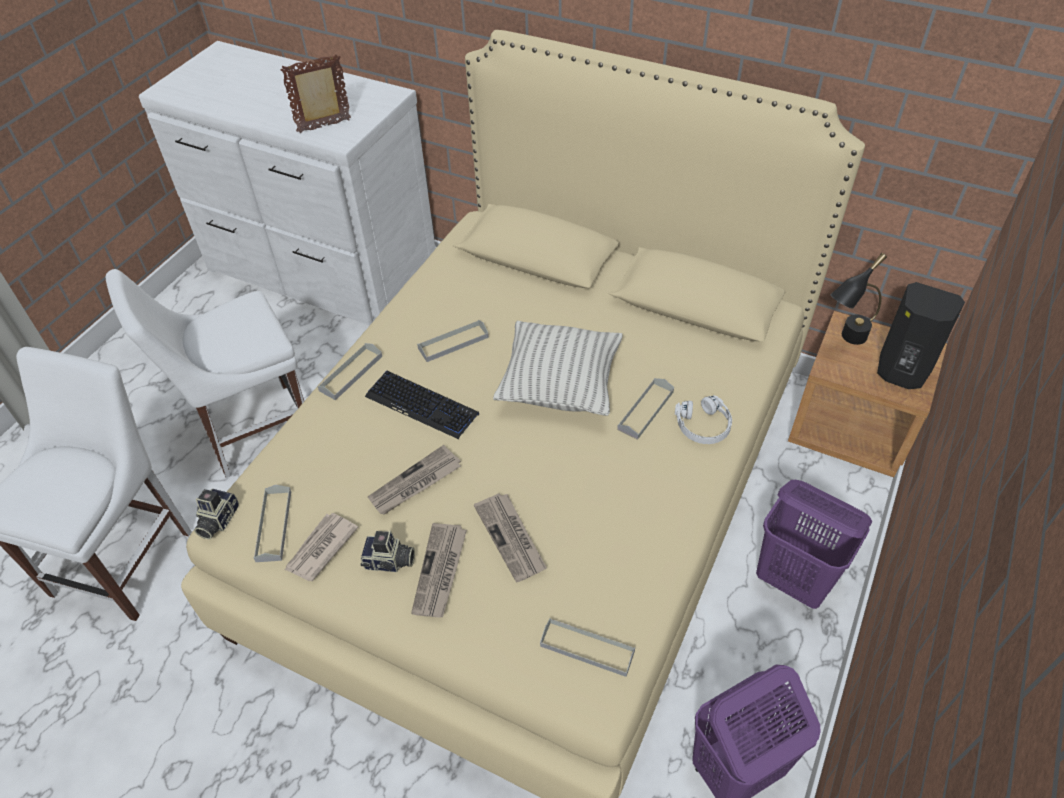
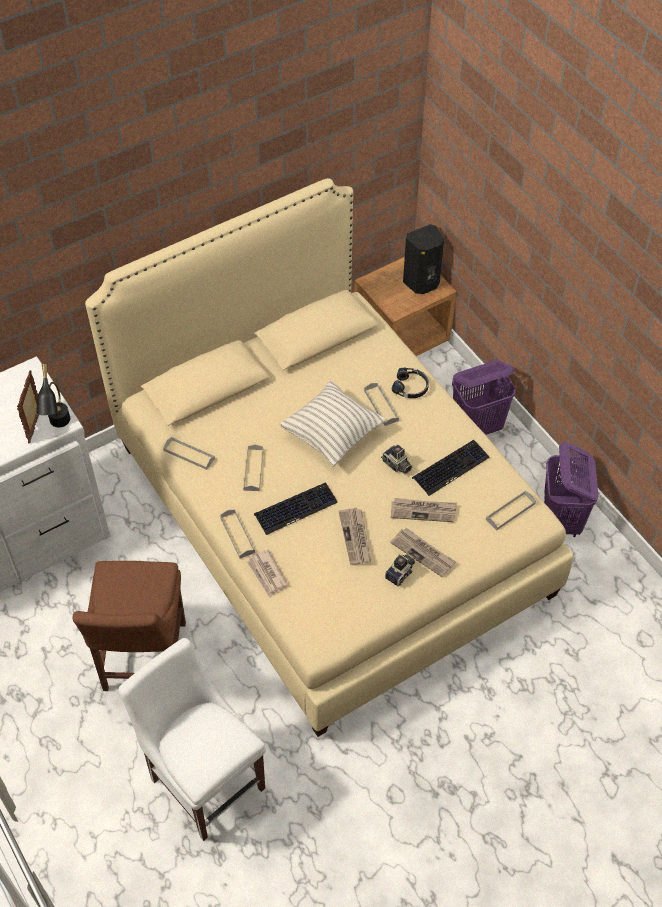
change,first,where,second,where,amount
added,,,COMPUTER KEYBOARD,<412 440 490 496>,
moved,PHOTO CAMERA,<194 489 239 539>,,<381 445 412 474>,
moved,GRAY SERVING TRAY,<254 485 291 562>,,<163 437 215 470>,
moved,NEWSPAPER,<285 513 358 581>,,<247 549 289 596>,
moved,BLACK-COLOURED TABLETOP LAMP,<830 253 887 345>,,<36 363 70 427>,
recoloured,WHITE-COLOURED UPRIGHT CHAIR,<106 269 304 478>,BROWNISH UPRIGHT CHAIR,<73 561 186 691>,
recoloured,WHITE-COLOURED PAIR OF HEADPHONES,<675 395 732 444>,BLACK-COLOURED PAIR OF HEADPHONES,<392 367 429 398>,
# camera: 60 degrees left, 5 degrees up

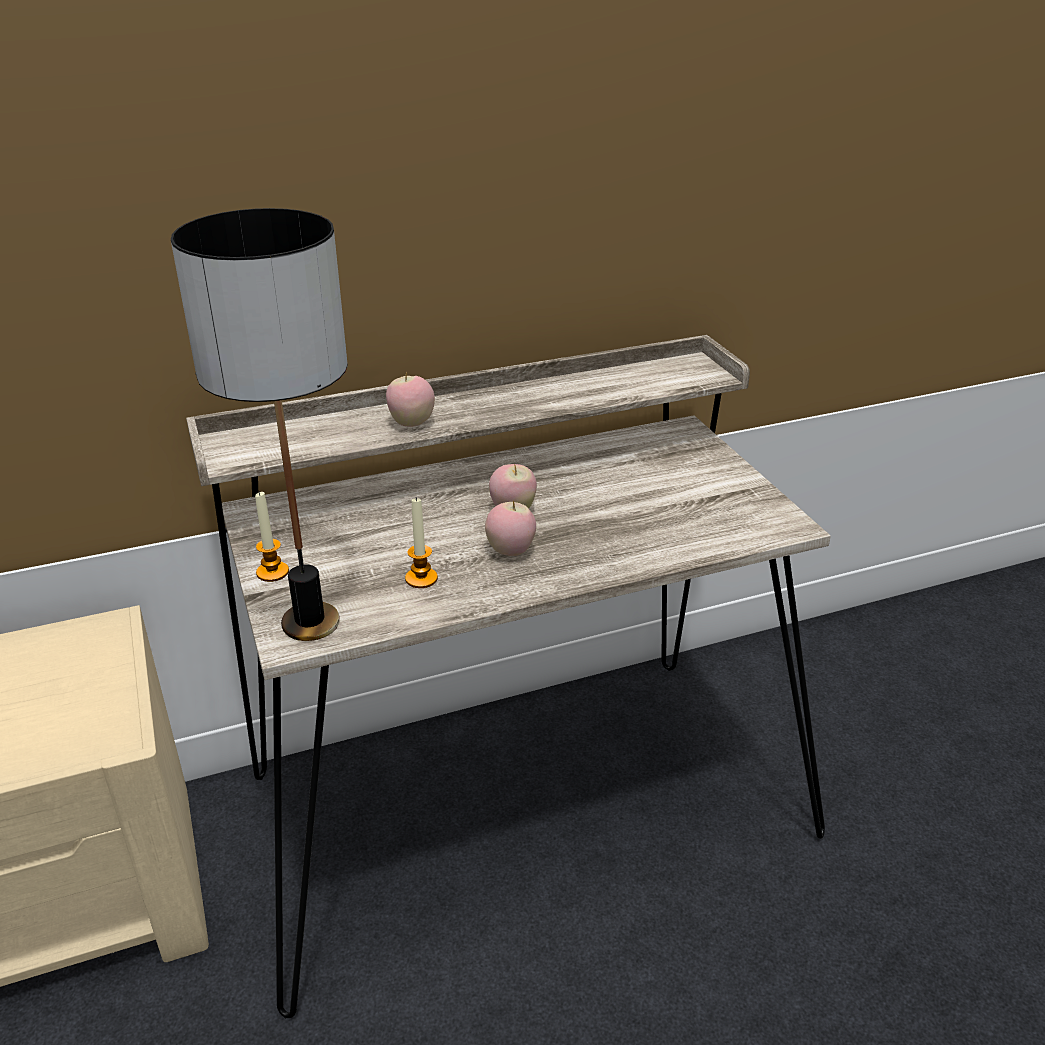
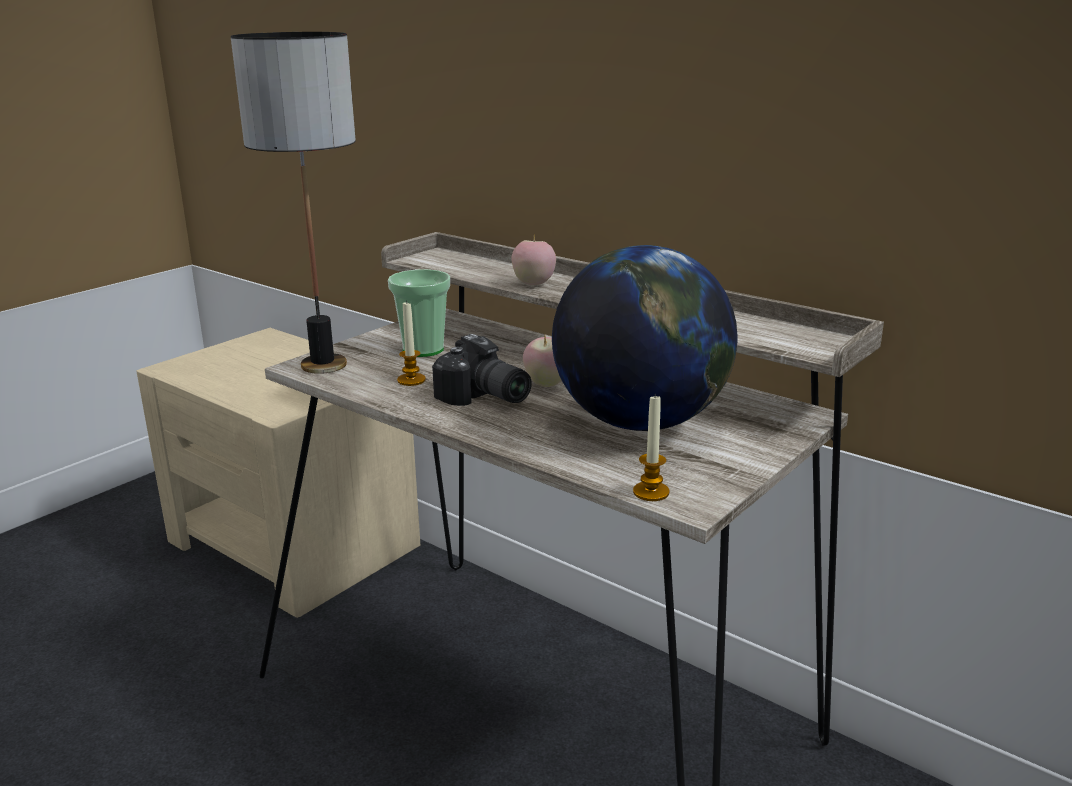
change,first,where,second,where,amount
added,,,DRINKING CUP,<388 269 450 357>,
added,,,GLOBE,<552 245 737 431>,
moved,CANDLE,<255 491 289 582>,,<633 393 669 501>,
replaced,APPLE FRUIT,<485 500 536 556>,PHOTO CAMERA,<432 334 532 406>,
# camera: 60 degrees right, 10 degrees down

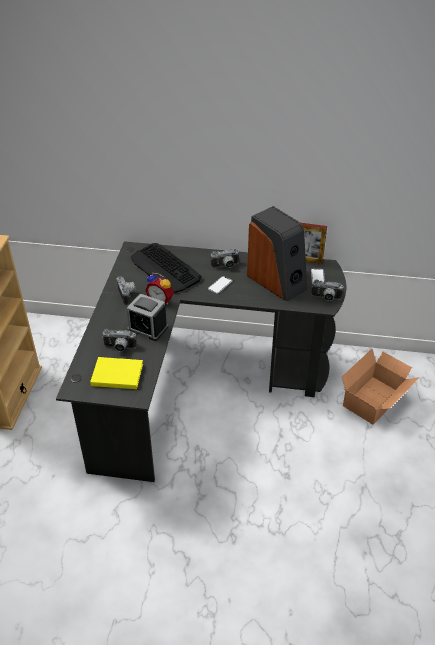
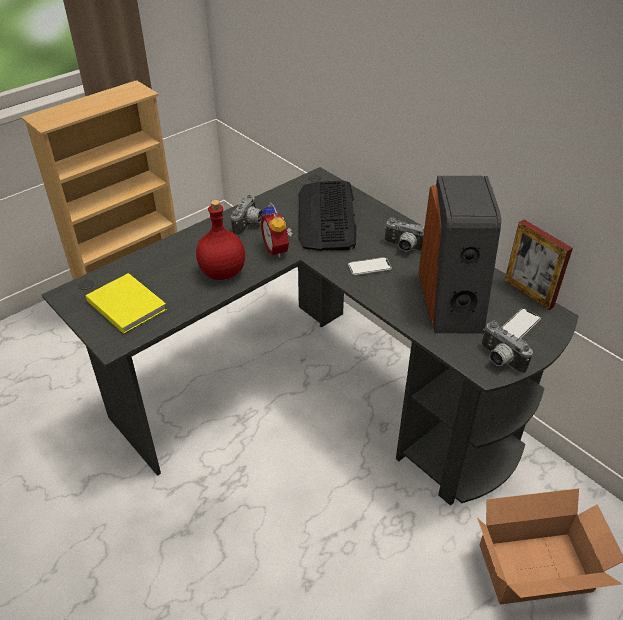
change,first,where,second,where,amount
removed,PHOTO CAMERA,<102 329 137 352>,,,
replaced,TABLE CLOCK,<127 293 168 341>,RED BOTTLE,<196 200 245 280>,
# camera: 40 degrees right, 0 degrees up

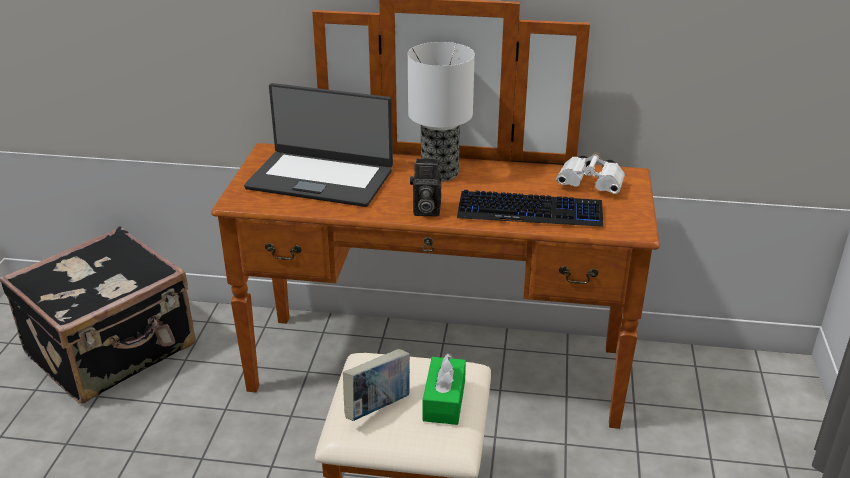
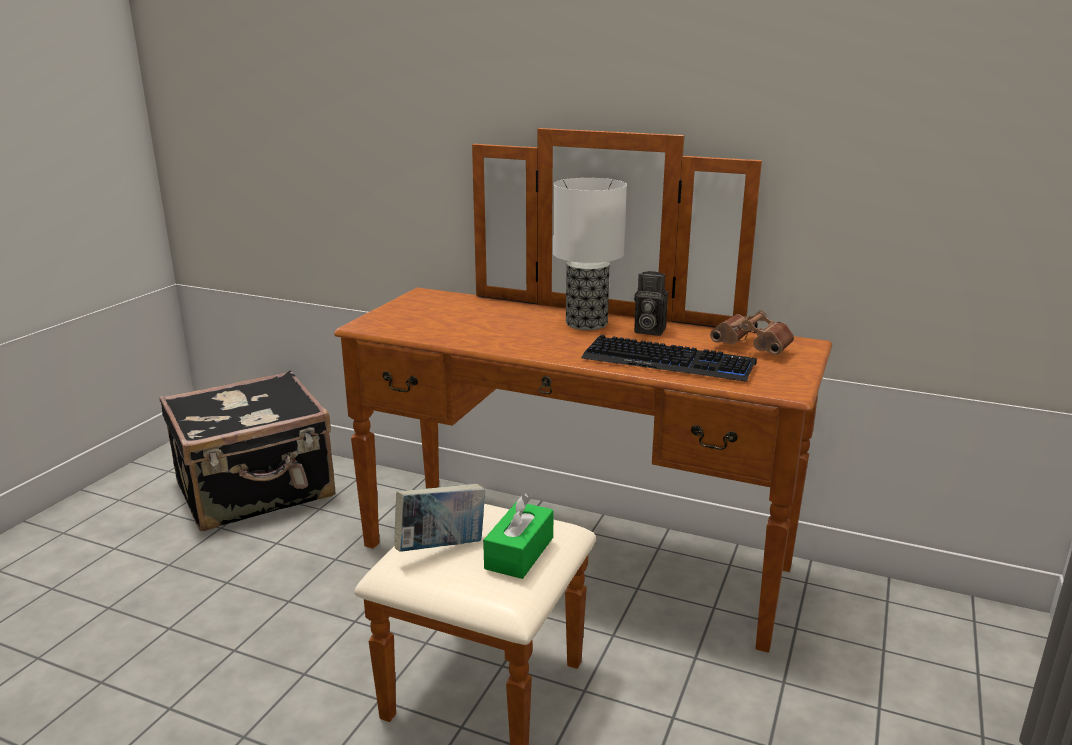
change,first,where,second,where,amount
removed,PORTABLE COMPUTER,<244 83 393 207>,,,
moved,PHOTO CAMERA,<410 158 441 217>,,<634 271 668 336>,
recoloured,WHITE-COLOURED FIELD GLASSES,<556 153 625 194>,BROWNISH FIELD GLASSES,<710 310 794 355>,
# camera: 15 degrees right, 10 degrees down

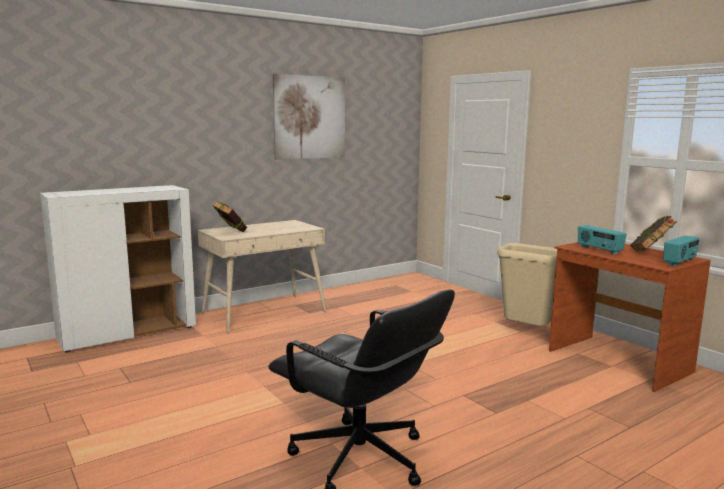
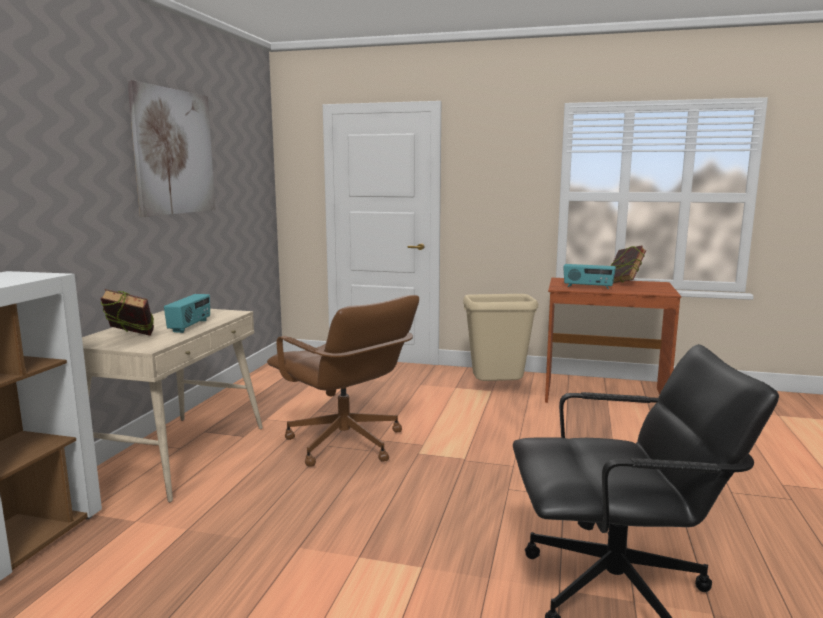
change,first,where,second,where,amount
added,,,BROWNISH COMPUTER CHAIR,<267 295 419 466>,
moved,RADIO SET,<663 235 700 266>,,<164 294 210 333>,
# camera: 40 degrees left, 0 degrees up

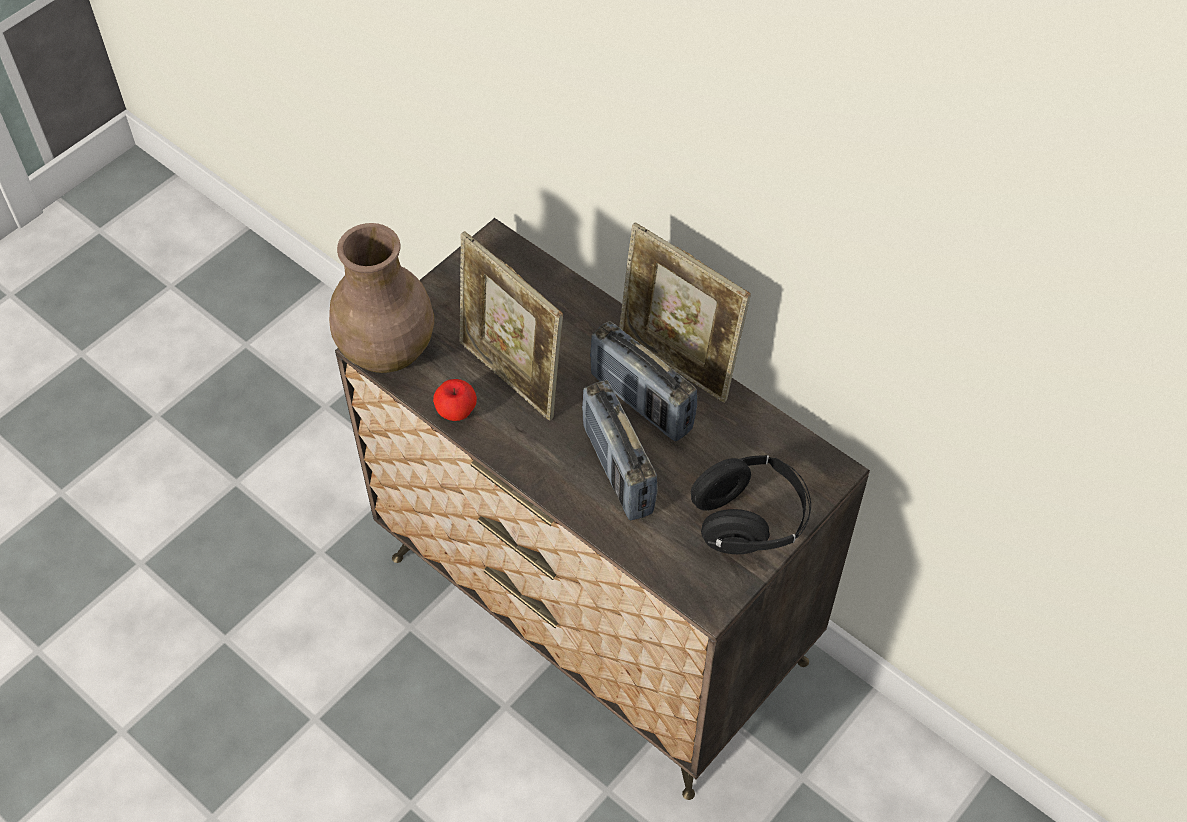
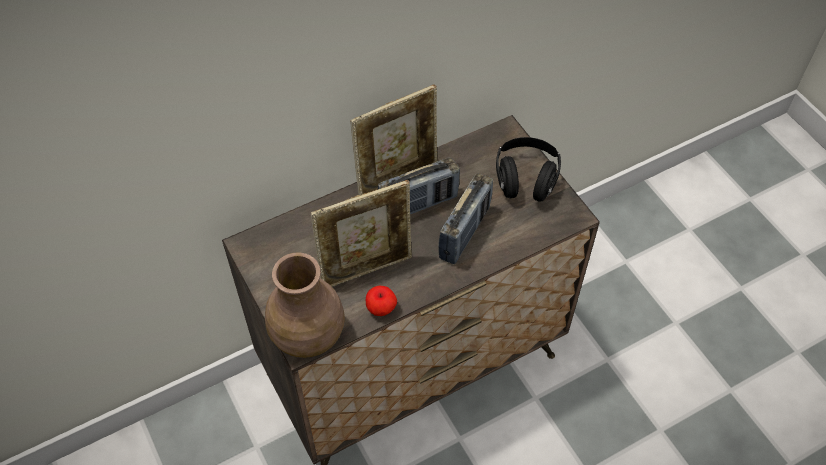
change,first,where,second,where,amount
turned,RADIO SET,<582 380 658 520>,,<438 173 493 264>,60 degrees counterclockwise
# camera: 70 degrees left, 0 degrees up

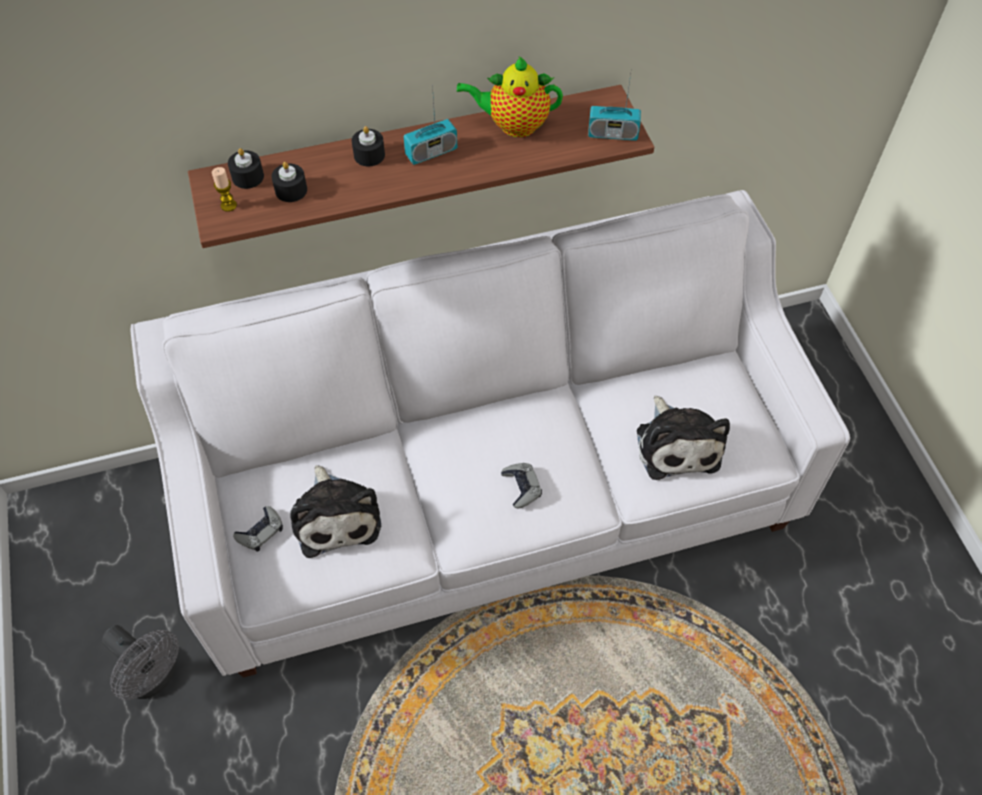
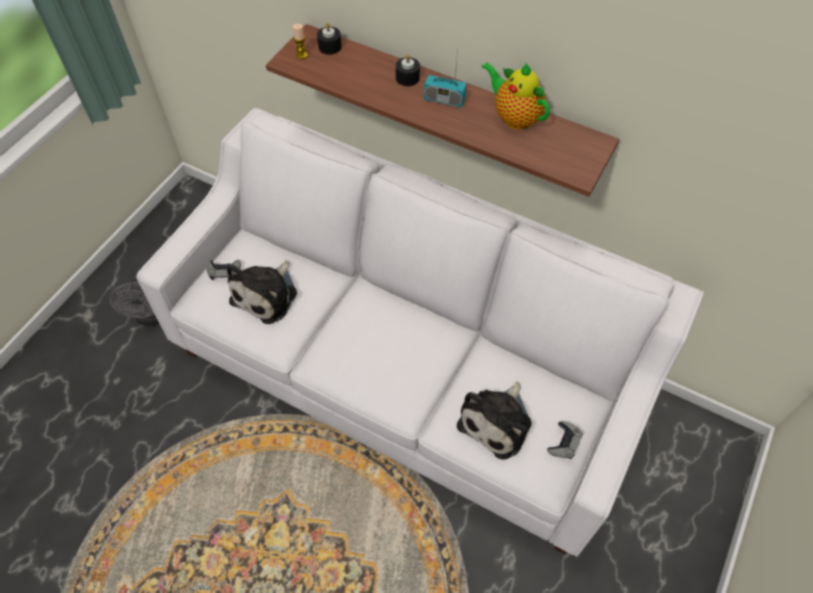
change,first,where,second,where,amount
removed,BLACK-COLOURED CANDLE,<272 162 307 202>,,,
removed,RADIO SET,<588 68 641 141>,,,
moved,GRAY GAMEPAD,<501 463 542 508>,,<547 421 583 459>,
# camera: 45 degrees right, 0 degrees up

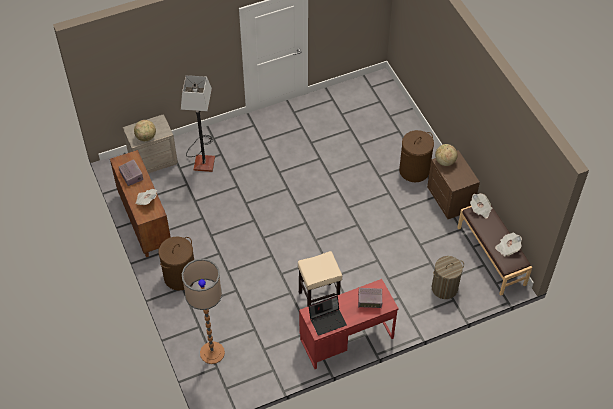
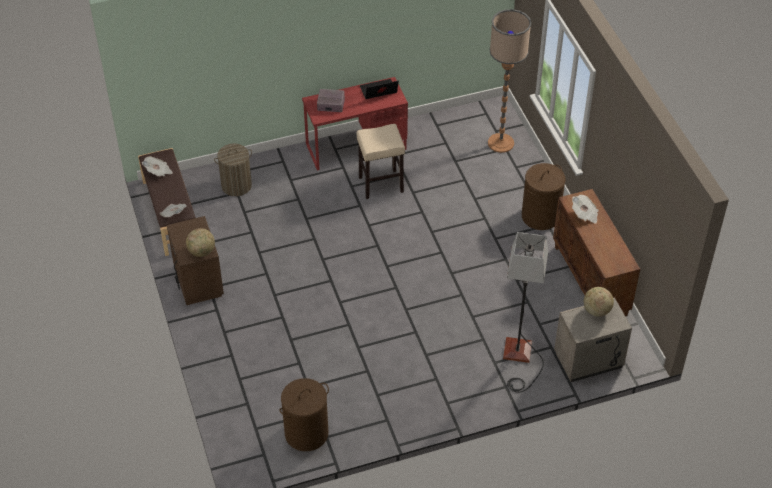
change,first,where,second,where,amount
removed,RADIO SET,<119 159 143 186>,,,
moved,BROWNISH WASHING BASKET,<399 130 434 182>,,<279 378 329 451>,
# camera: 175 degrees left, 5 degrees down

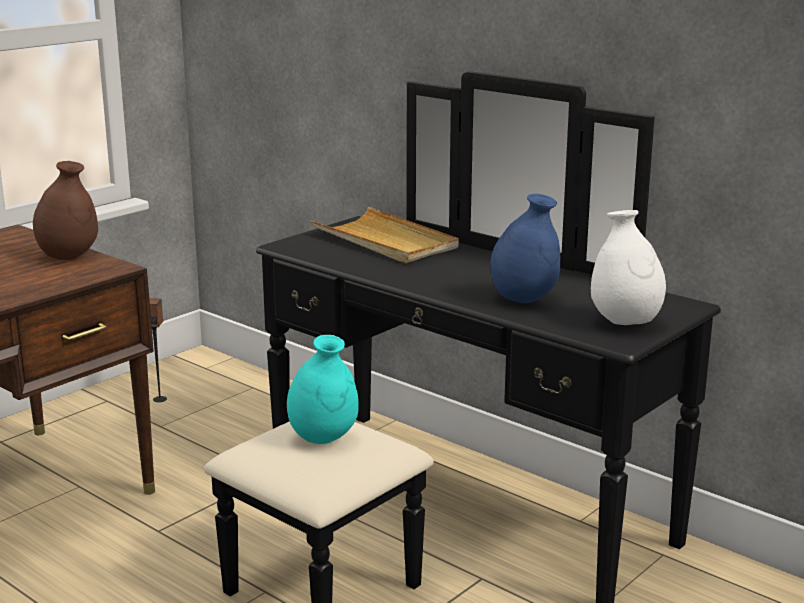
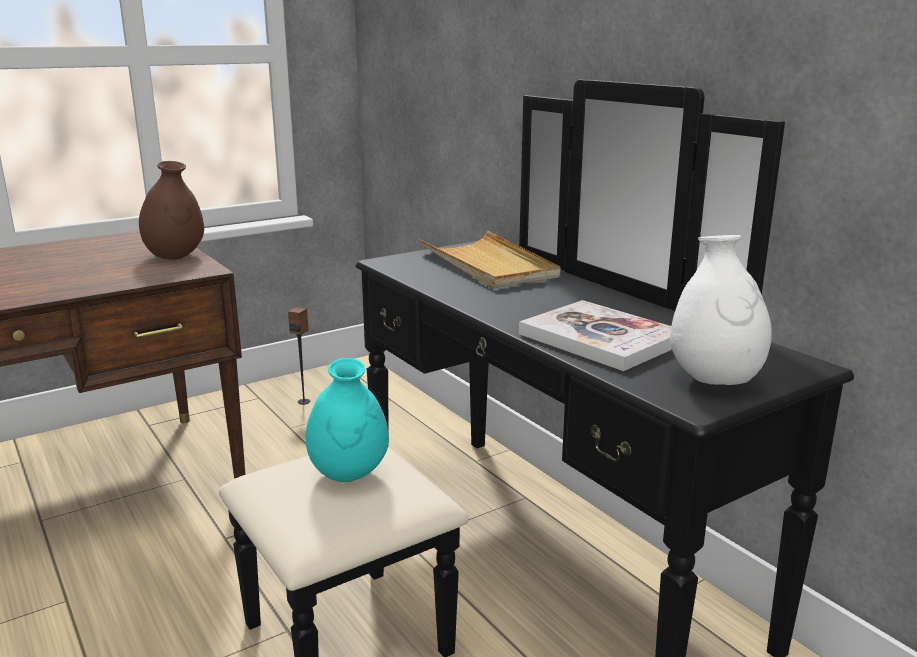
change,first,where,second,where,amount
replaced,BLUE VASE,<490 194 561 303>,VOLUME,<519 300 672 371>,
# camera: 15 degrees right, 0 degrees up

